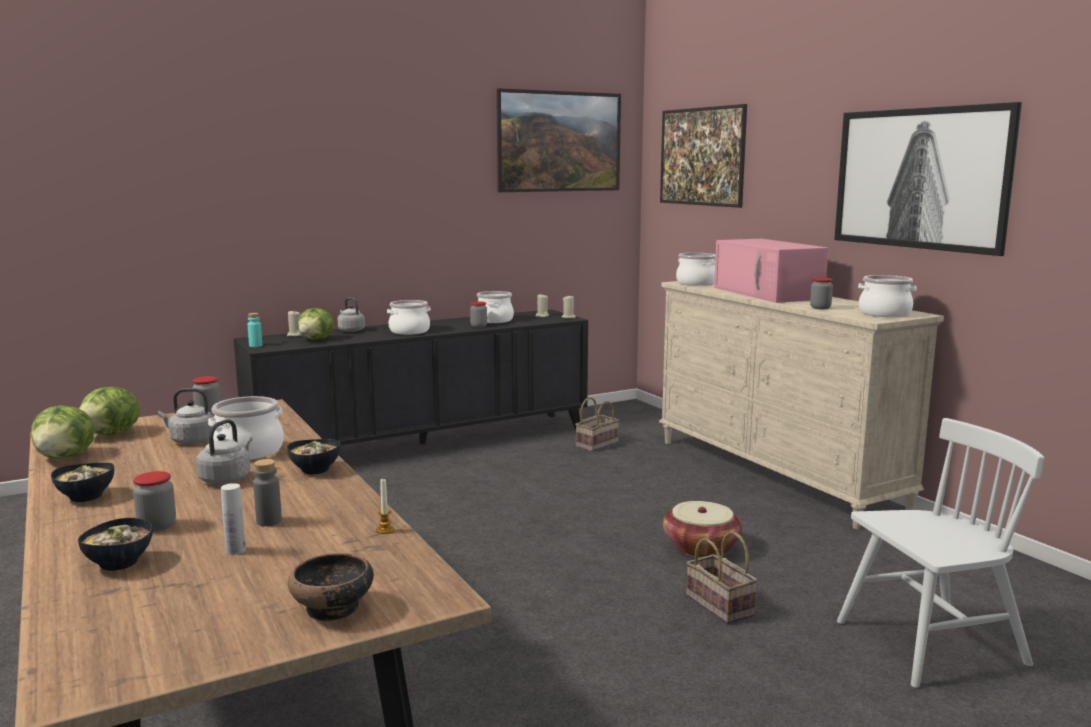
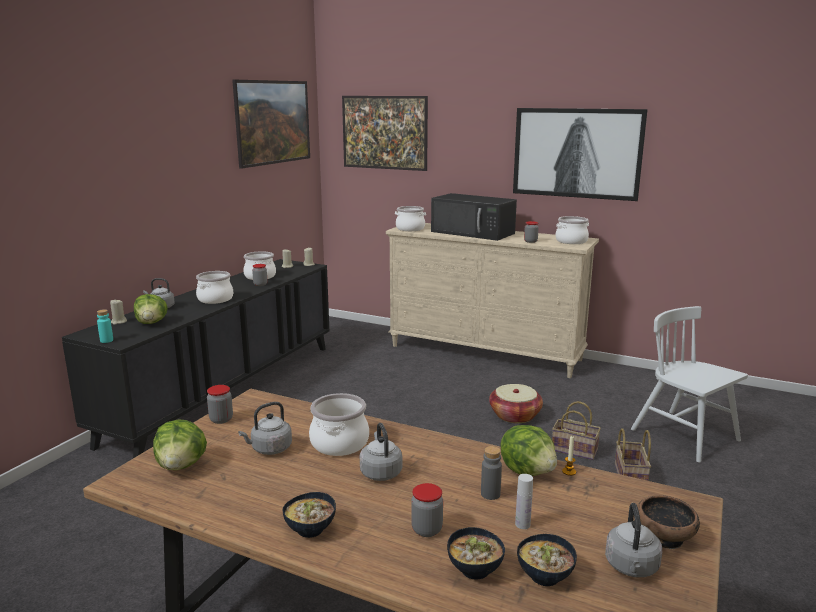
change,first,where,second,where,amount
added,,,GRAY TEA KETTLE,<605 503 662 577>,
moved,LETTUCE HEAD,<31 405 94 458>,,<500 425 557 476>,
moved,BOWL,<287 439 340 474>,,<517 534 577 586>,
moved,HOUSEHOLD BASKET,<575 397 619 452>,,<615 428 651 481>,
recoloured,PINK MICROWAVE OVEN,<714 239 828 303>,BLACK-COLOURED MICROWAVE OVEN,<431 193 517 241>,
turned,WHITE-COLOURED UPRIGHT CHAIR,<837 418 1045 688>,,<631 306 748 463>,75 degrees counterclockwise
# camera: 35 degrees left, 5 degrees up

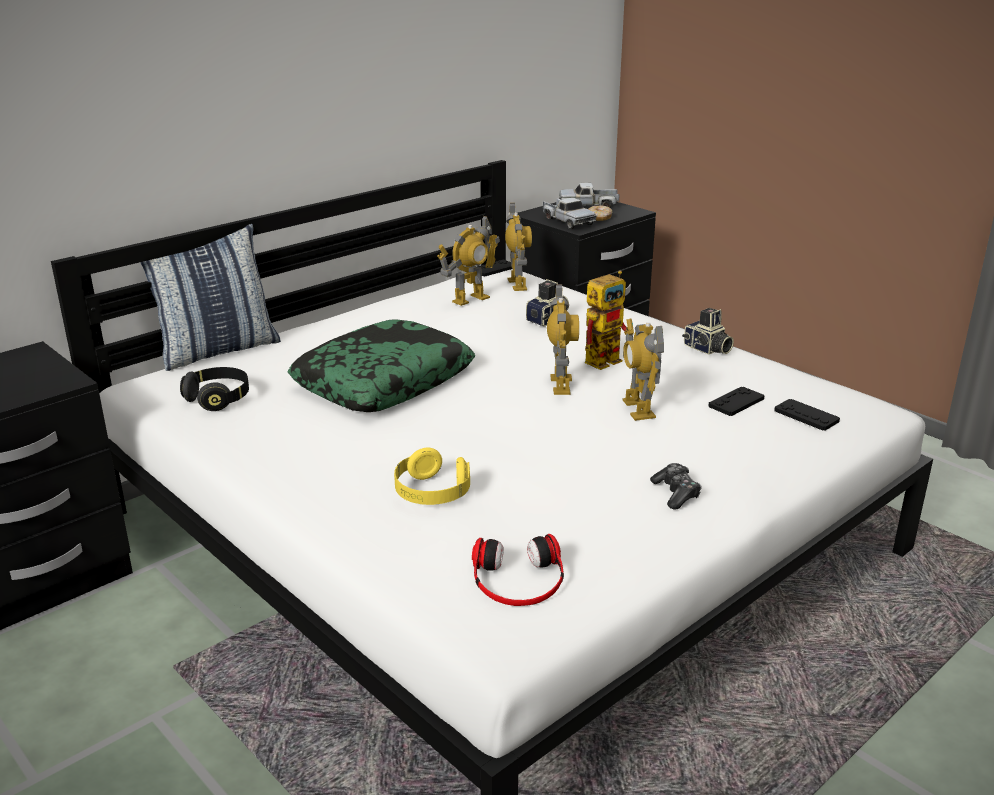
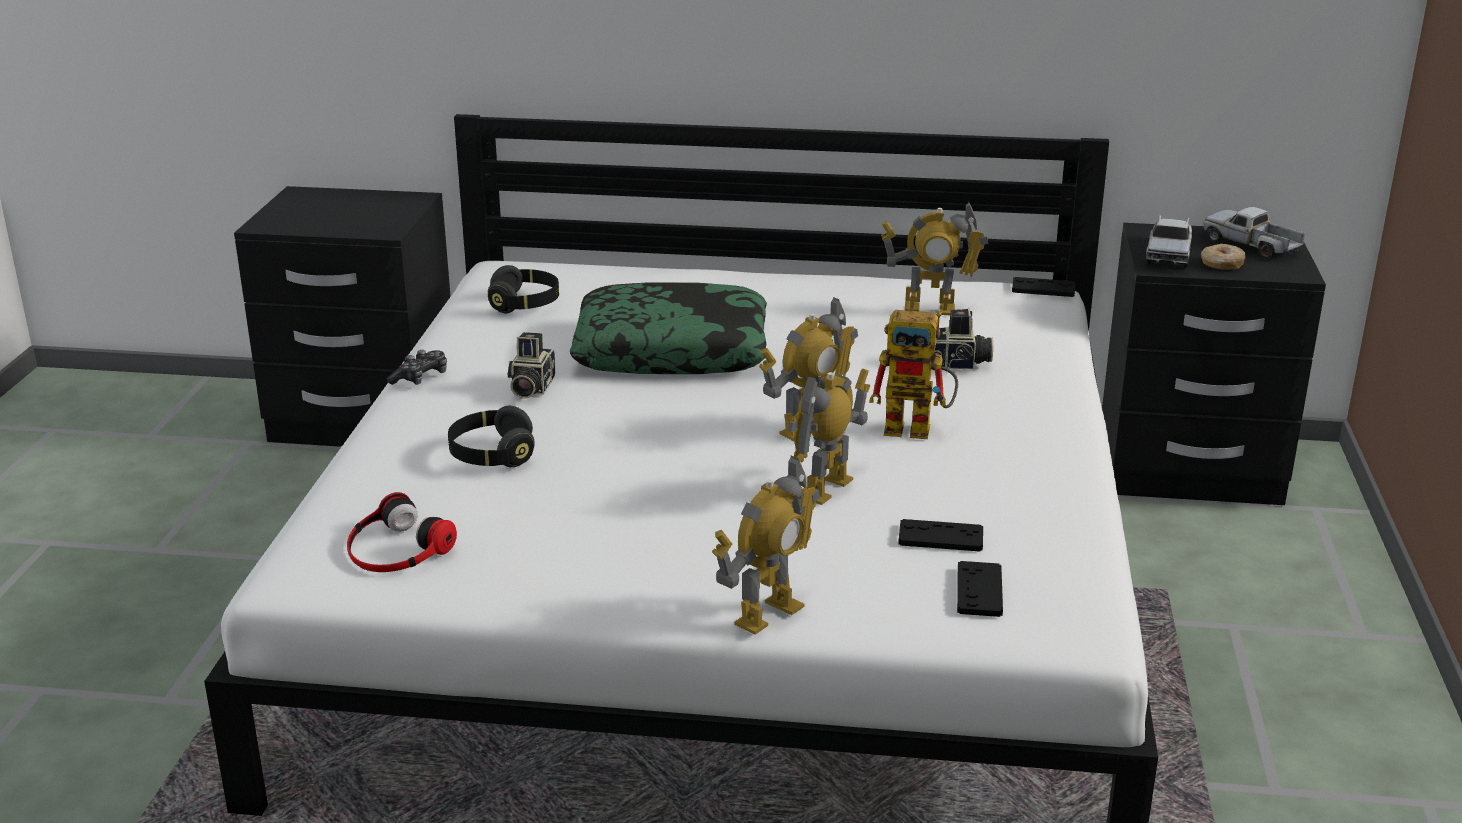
change,first,where,second,where,amount
removed,PILLOW,<140 224 281 371>,,,
moved,ROBOT FIGURE,<505 203 532 291>,,<712 456 820 635>,
moved,GAMEPAD,<650 463 702 510>,,<387 350 447 385>,
moved,PHOTO CAMERA,<682 308 734 355>,,<508 332 555 399>,
recoloured,YELLOW PAIR OF HEADPHONES,<394 448 470 505>,BLACK-COLOURED PAIR OF HEADPHONES,<448 406 535 467>,
# camera: 50 degrees right, 0 degrees up

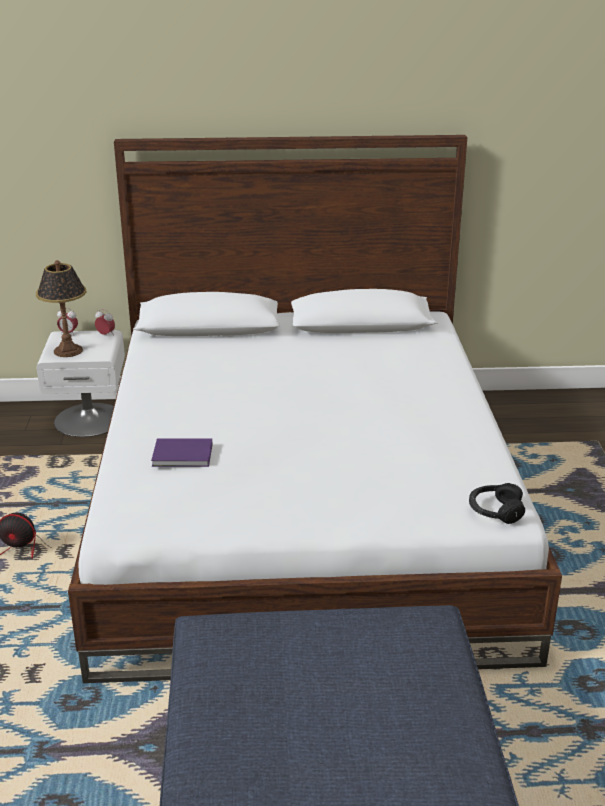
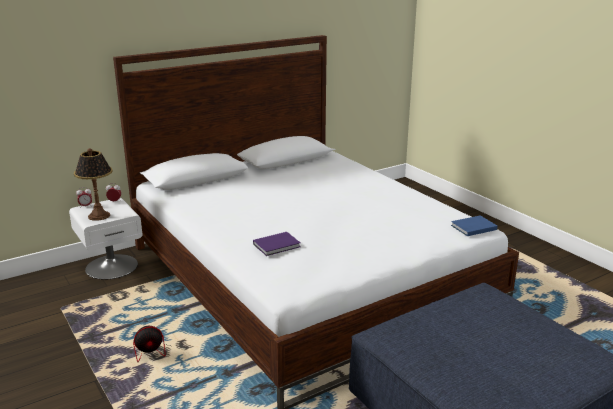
change,first,where,second,where,amount
replaced,BLACK-COLOURED PAIR OF HEADPHONES,<469 483 525 524>,BLUE VOLUME,<451 215 498 236>,
# camera: 30 degrees left, 5 degrees down

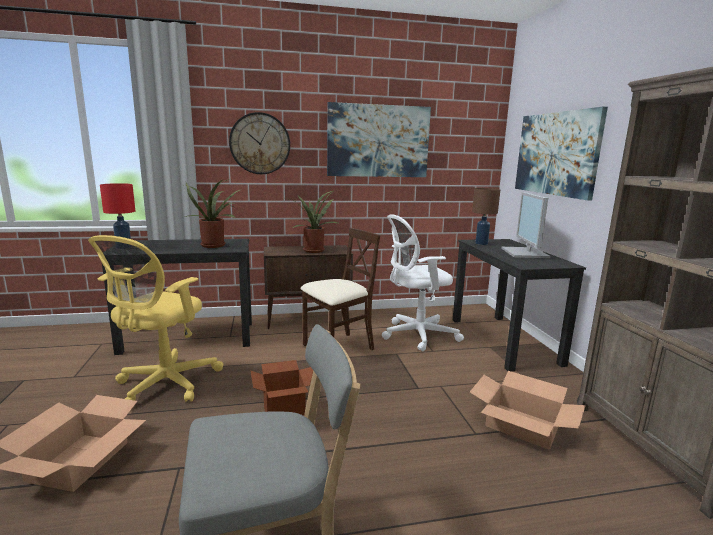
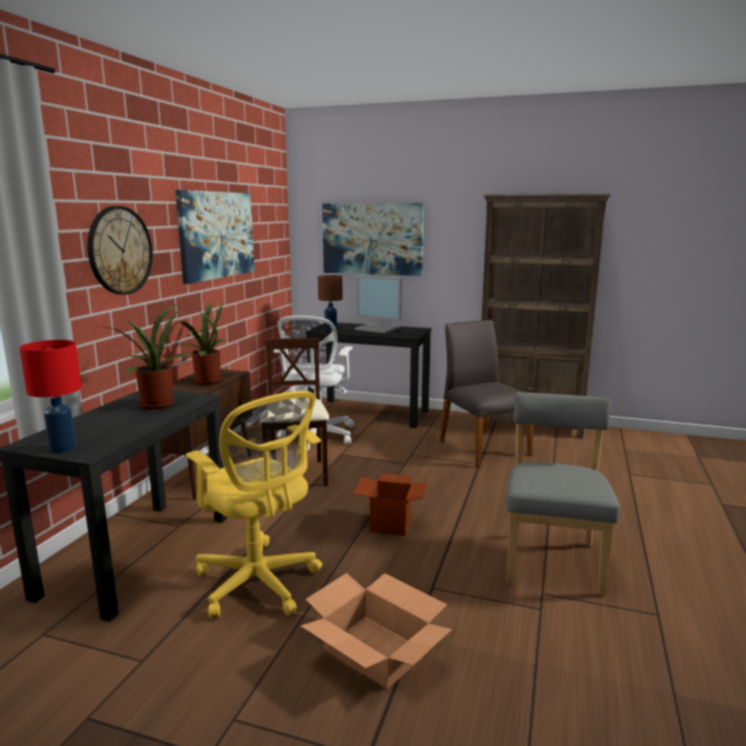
change,first,where,second,where,amount
replaced,CARTON,<470 371 586 450>,GRAY UPRIGHT CHAIR,<439 320 534 467>,
# camera: 60 degrees left, 0 degrees up

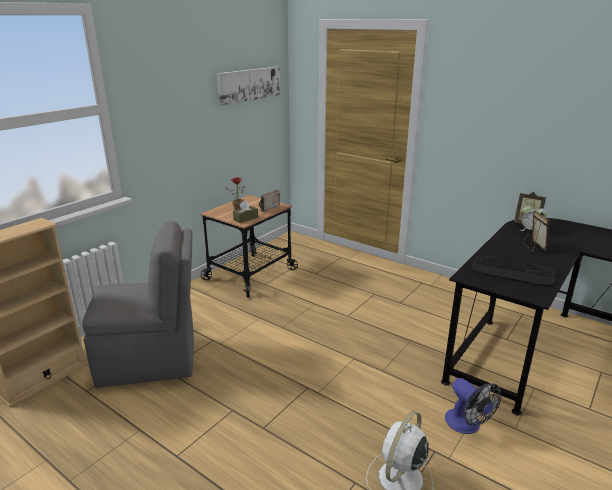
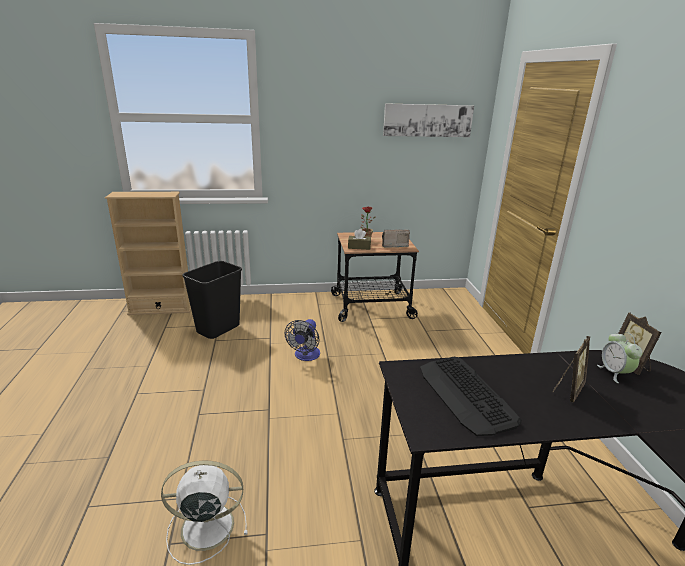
change,first,where,second,where,amount
moved,COOLING FAN,<445 378 502 434>,,<285 319 320 361>,
replaced,GRAY UPRIGHT CHAIR,<82 221 194 388>,BLACK-COLOURED RUBBISH BIN,<182 261 242 339>,
# camera: 45 degrees right, 0 degrees up

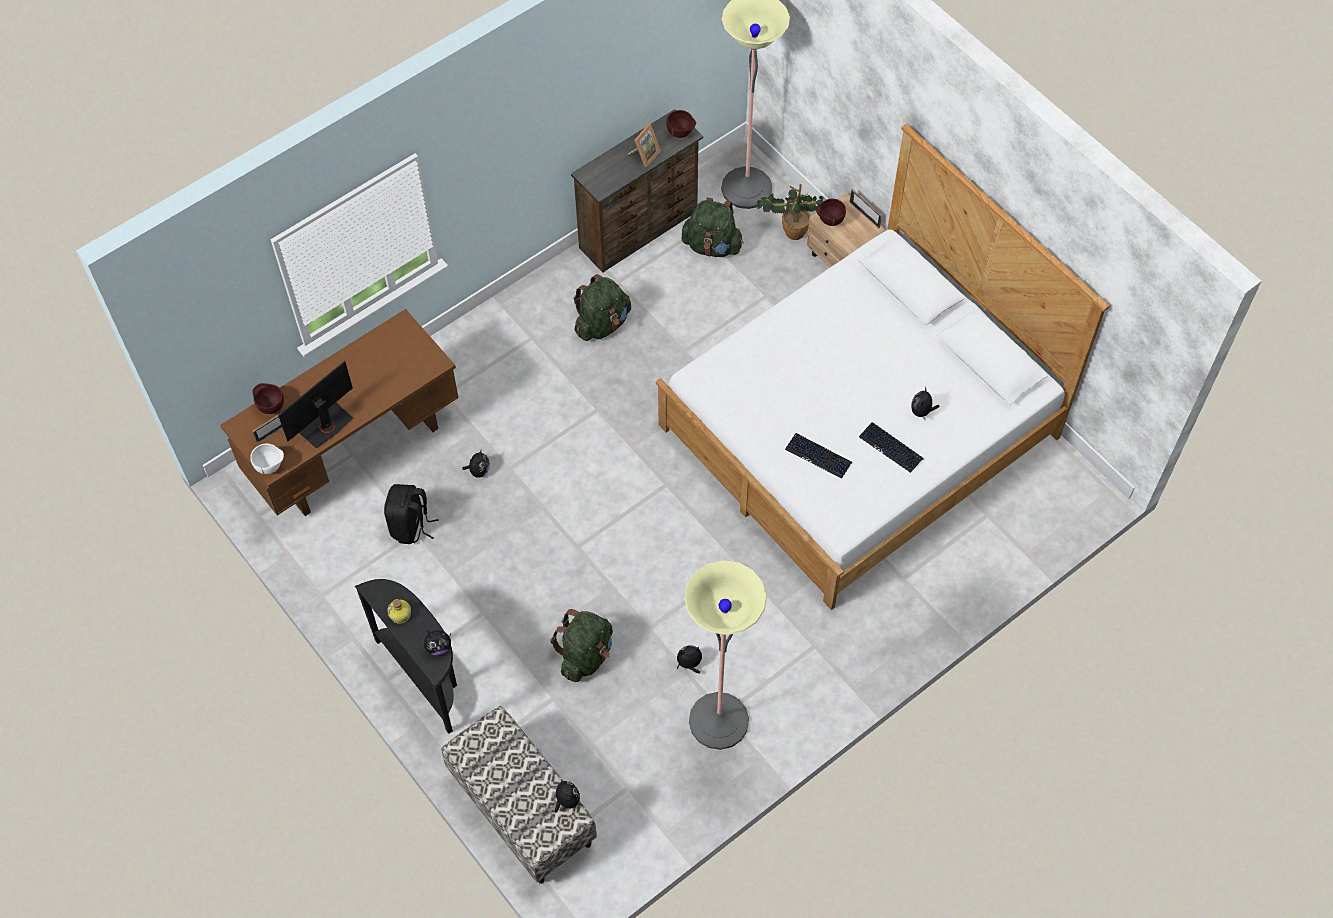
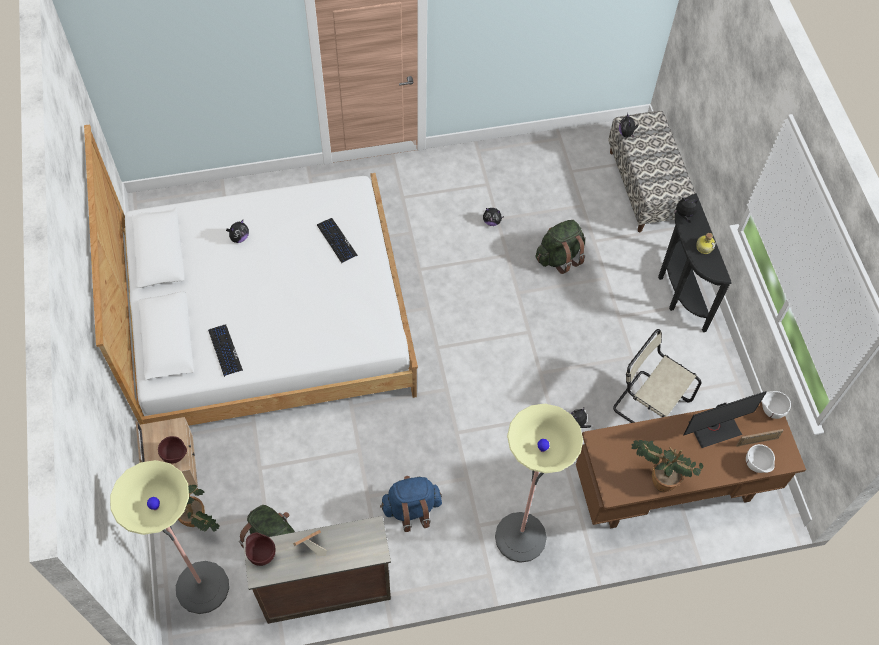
change,first,where,second,where,amount
added,,,PLANT IN A POT,<631 440 703 492>,
moved,STANDARD LAMP,<684 560 767 750>,,<495 404 583 563>,
moved,COMPUTER KEYBOARD,<859 422 924 473>,,<208 325 243 377>,
replaced,BLACK-COLOURED KNAPSACK,<384 484 439 544>,SAND-COLOURED UPRIGHT CHAIR,<613 329 701 423>,
recoloured,BROWNISH BOWL,<252 383 284 414>,WHITE-COLOURED BOWL,<746 444 775 473>,
recoloured,GREENISH KNAPSACK,<573 274 631 341>,BLUE KNAPSACK,<380 476 442 532>,
# camera: 155 degrees left, 0 degrees up

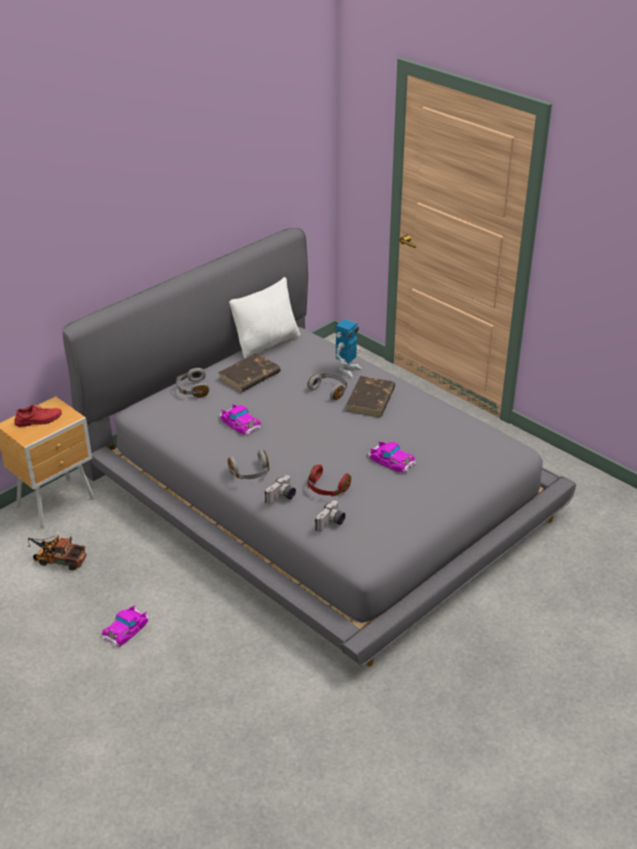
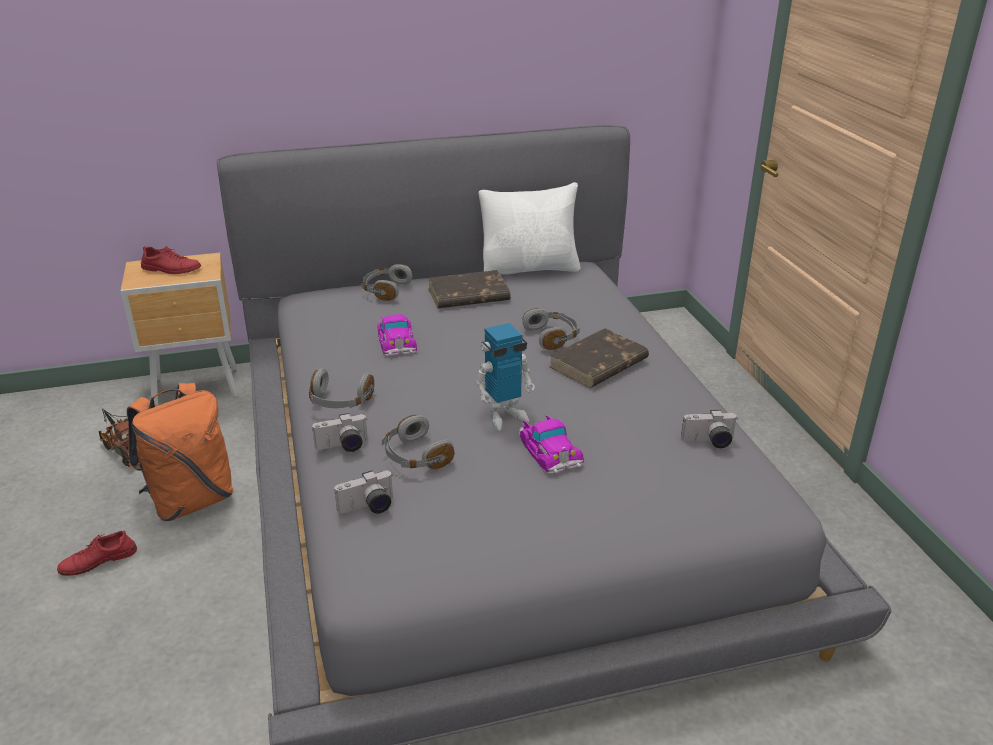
change,first,where,second,where,amount
added,,,ORANGE KNAPSACK,<127 383 234 521>,
added,,,PHOTO CAMERA,<681 410 737 448>,
moved,ROBOT FIGURE,<336 319 362 378>,,<475 323 535 431>,
replaced,MODEL CAR,<102 605 149 647>,RED LOW SHOE,<57 530 137 576>,
recoloured,RED PAIR OF HEADPHONES,<308 465 351 497>,GRAY PAIR OF HEADPHONES,<382 415 454 469>,
# camera: 30 degrees right, 5 degrees down

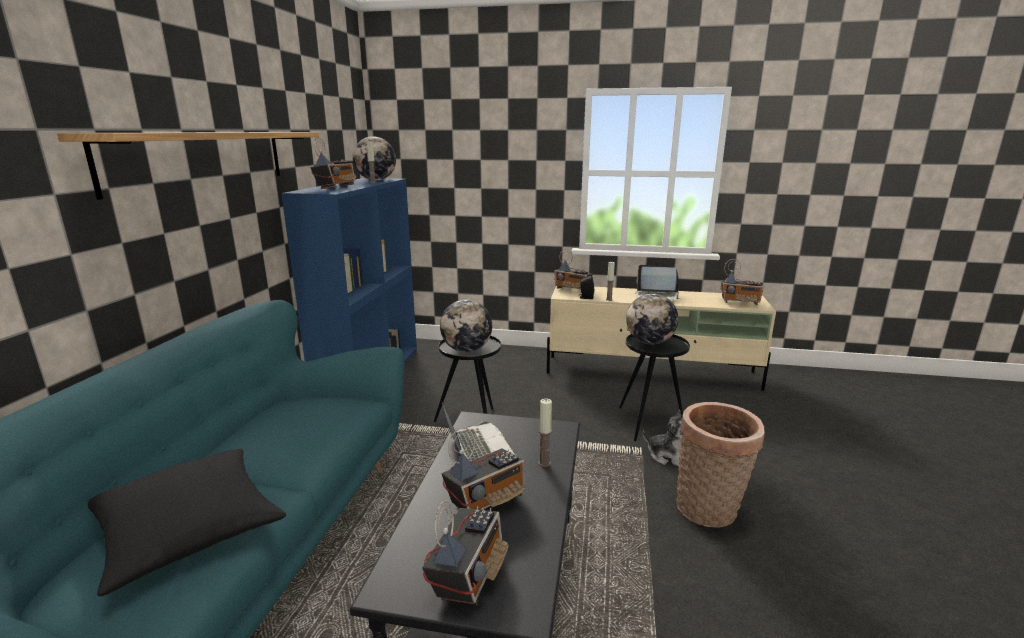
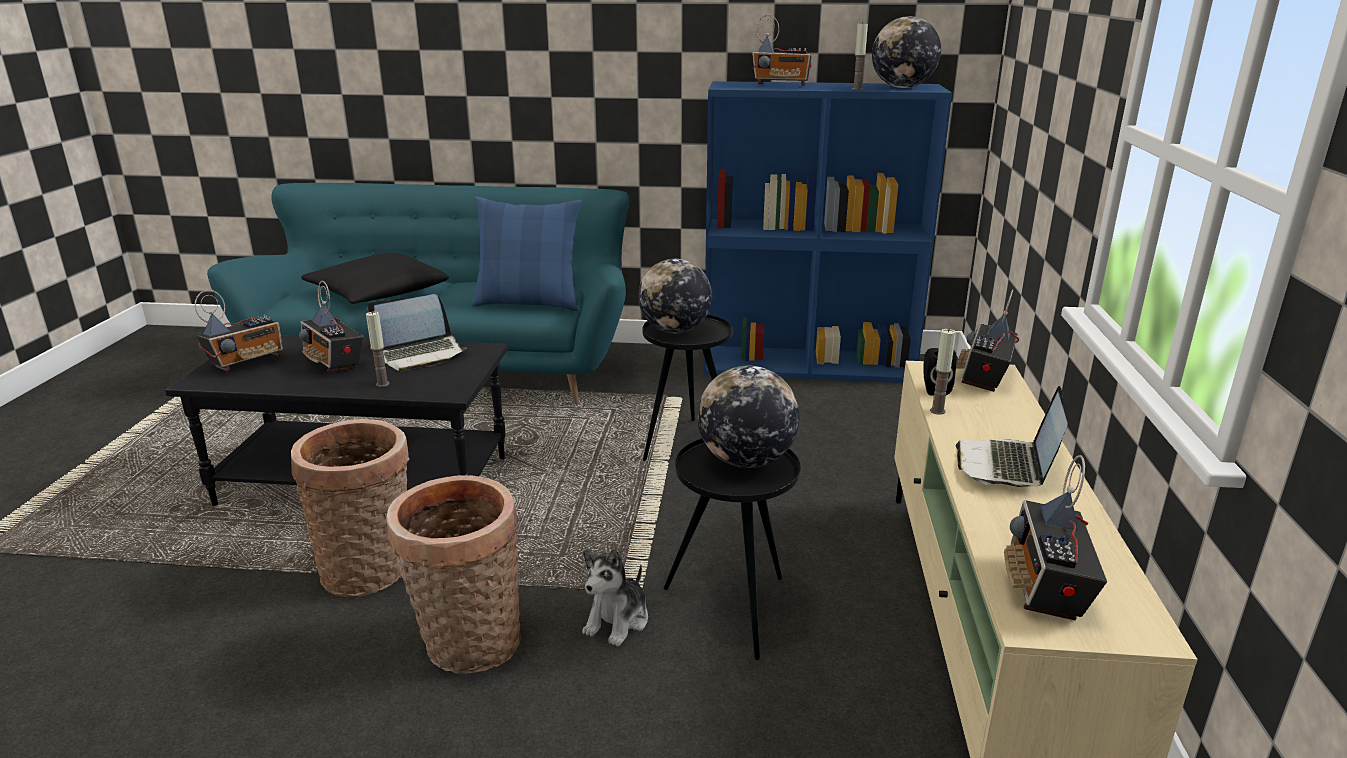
change,first,where,second,where,amount
removed,WALL SHELF,<57 132 319 200>,,,
added,,,HOUSEHOLD BASKET,<291 419 410 597>,
added,,,BLUE PILLOW,<472 196 582 311>,
turned,RADIO SET,<422 501 509 605>,,<195 290 283 371>,60 degrees counterclockwise
# camera: 85 degrees right, 5 degrees up

